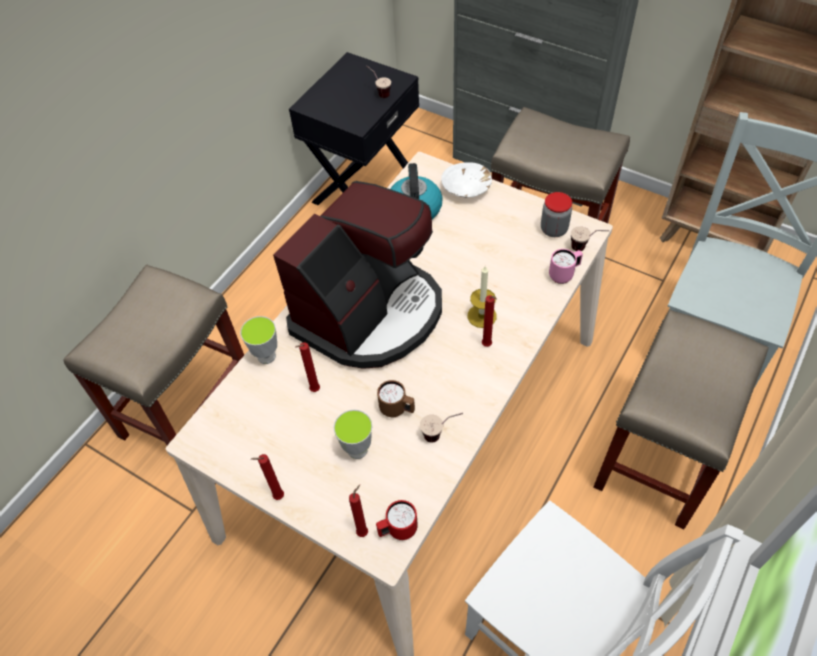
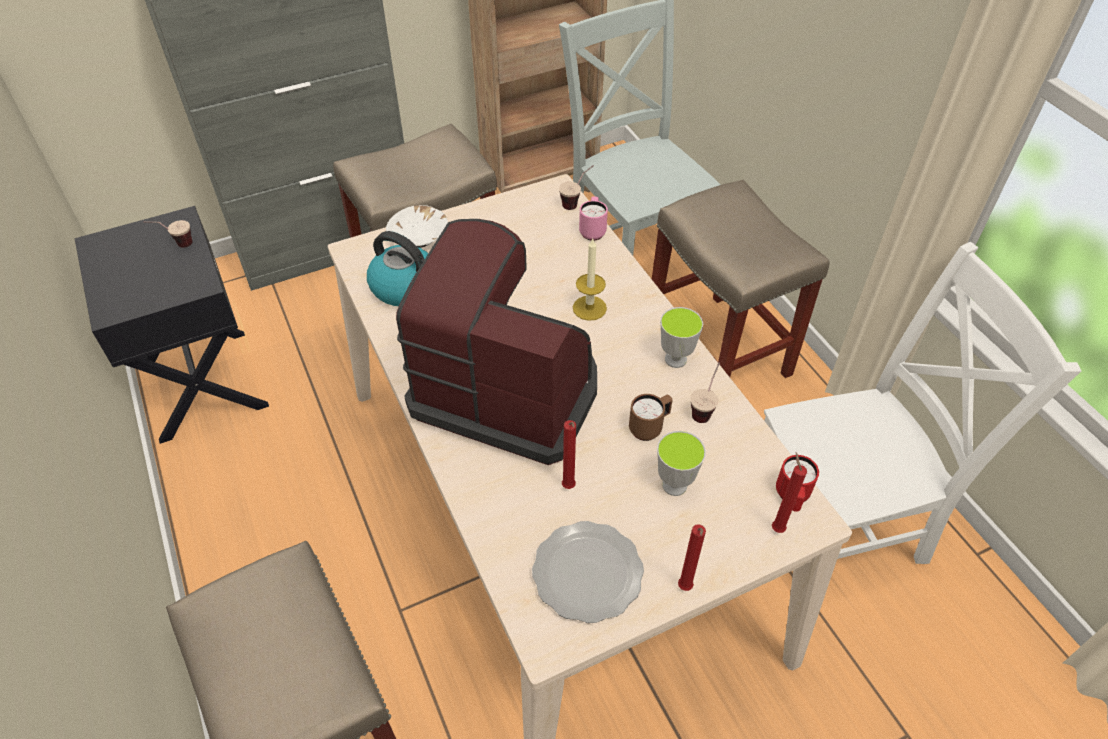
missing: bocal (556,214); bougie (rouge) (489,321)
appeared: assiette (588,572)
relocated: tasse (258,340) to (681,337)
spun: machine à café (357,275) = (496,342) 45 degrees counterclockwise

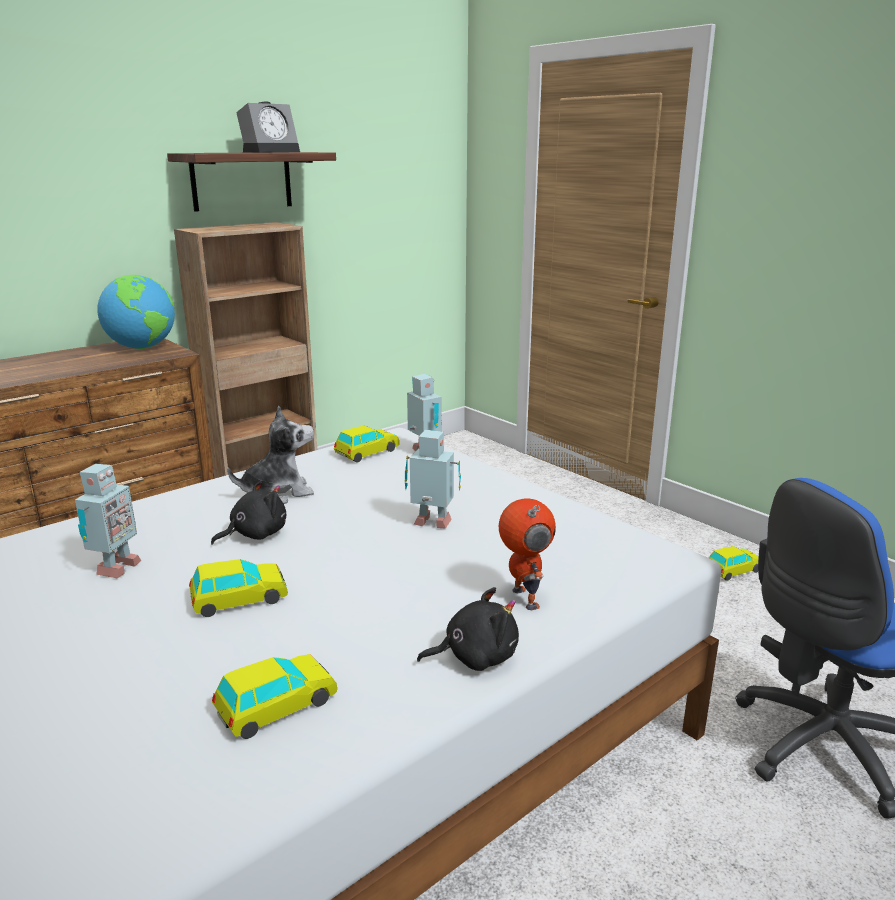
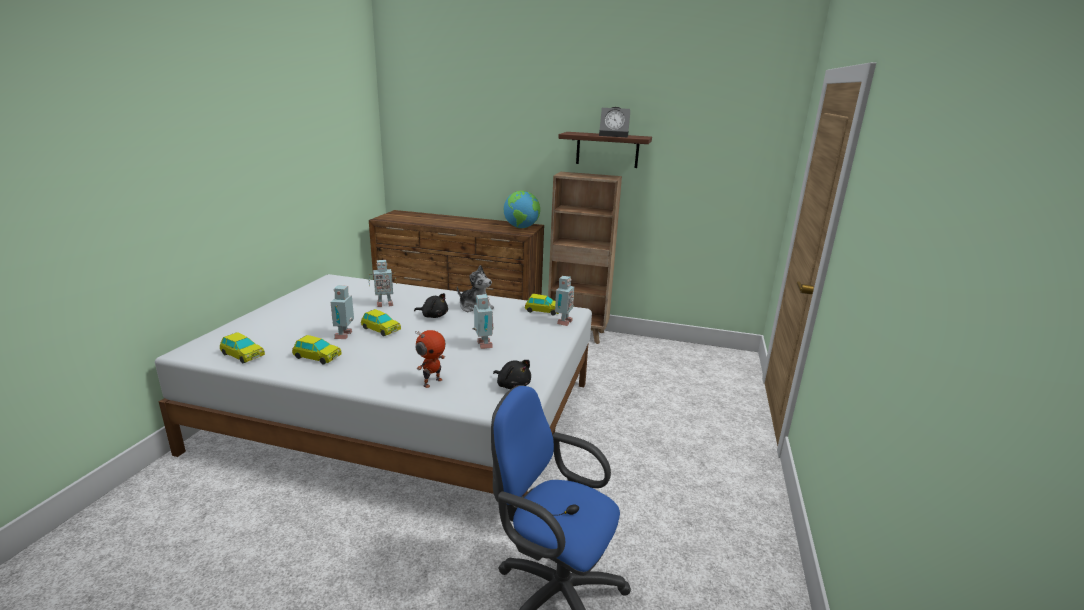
appeared: robot jouet (342,312)
relocated: petite voiture (733,563) to (242,347); peluche (noir) (468,629) to (512,374)

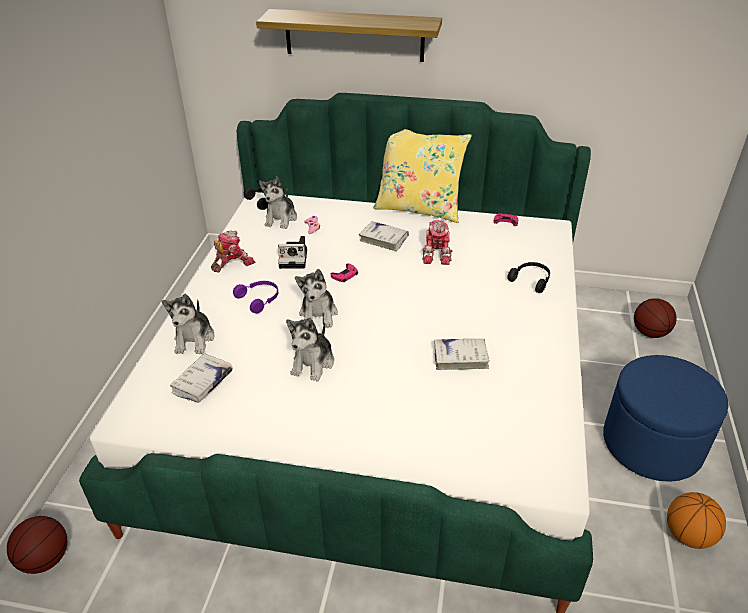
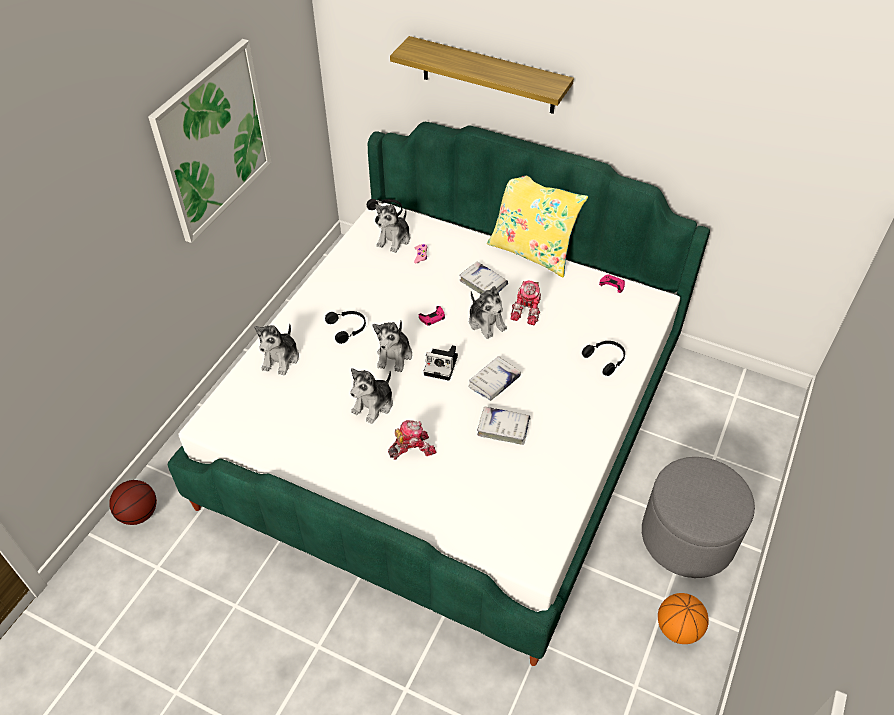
missing: ballon de basket (655,318)
appeared: tableau (210,141); peluche (488,312)
relocated: robot jouet (233,251) to (412,440); appareil photo (292,252) to (441,363); livre (blanc) (201,378) to (494,379)
colour: casque audio (violet) (255,297) to casque audio (noir) (345,327); pouf (bleu) (666,418) to pouf (gris) (698,517)

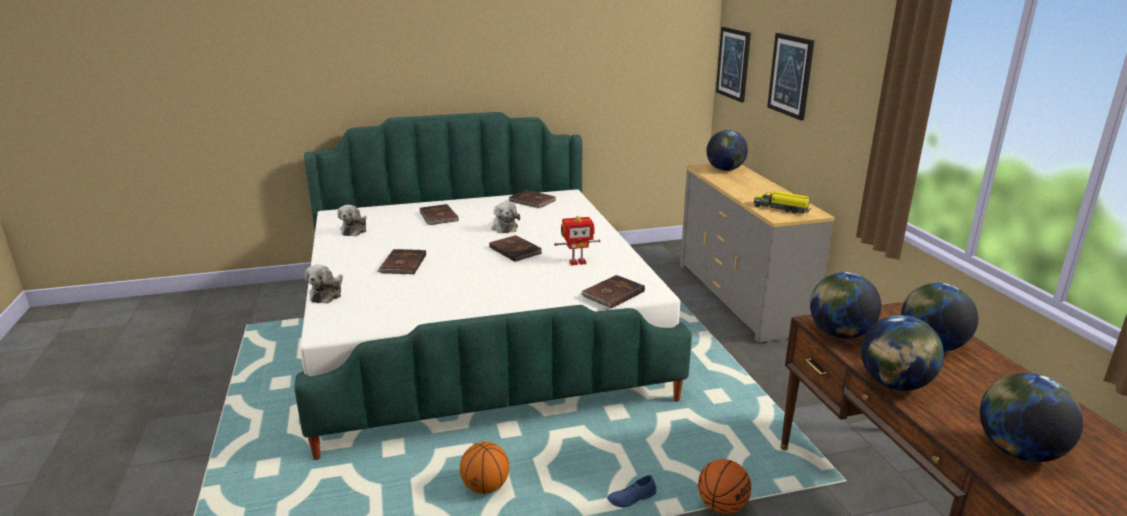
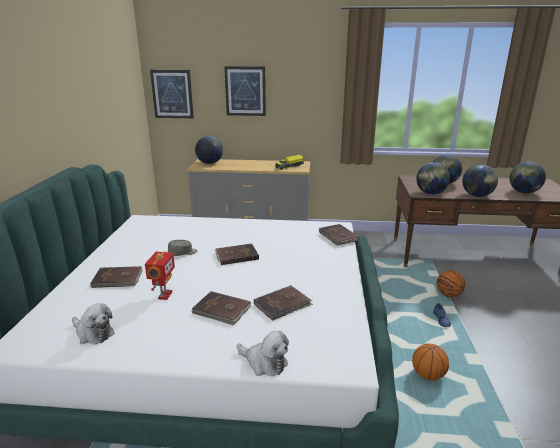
relocated: livre (marron) (532,199) to (283,303); robot jouet (577,240) to (160,275)
exchanged: peluche (505,217) to casquette (gris) (182,248)

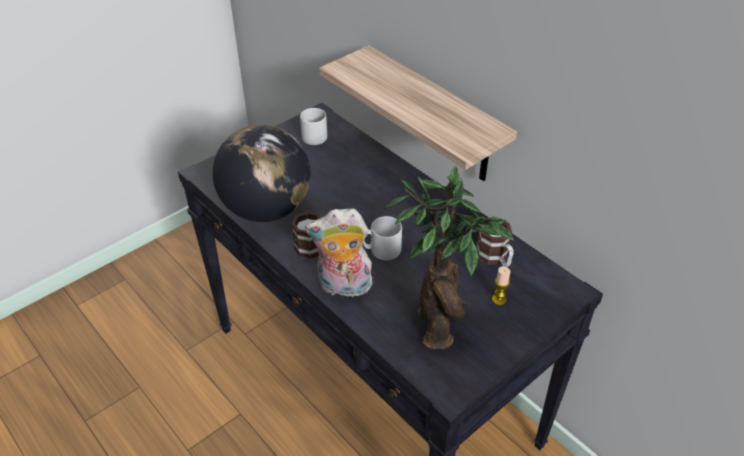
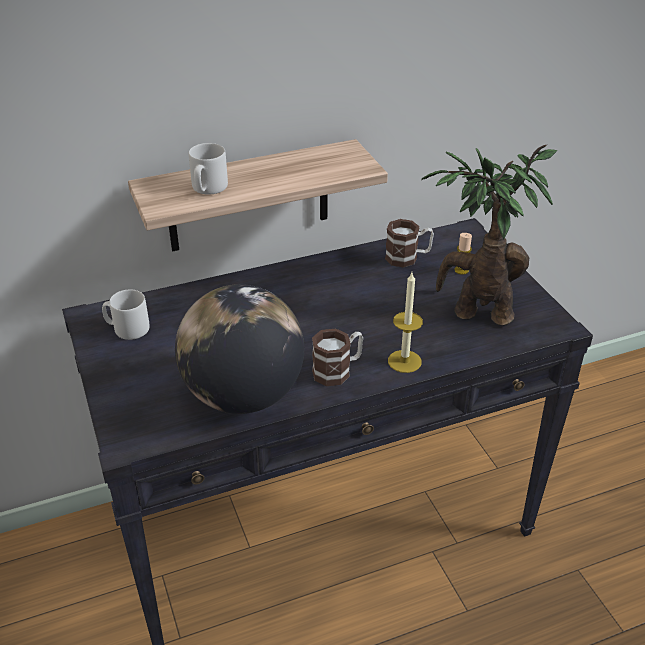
relocated: mug (gris) (382,238) to (208,169)
exchanged: peluche (339,252) to bougie (405,323)

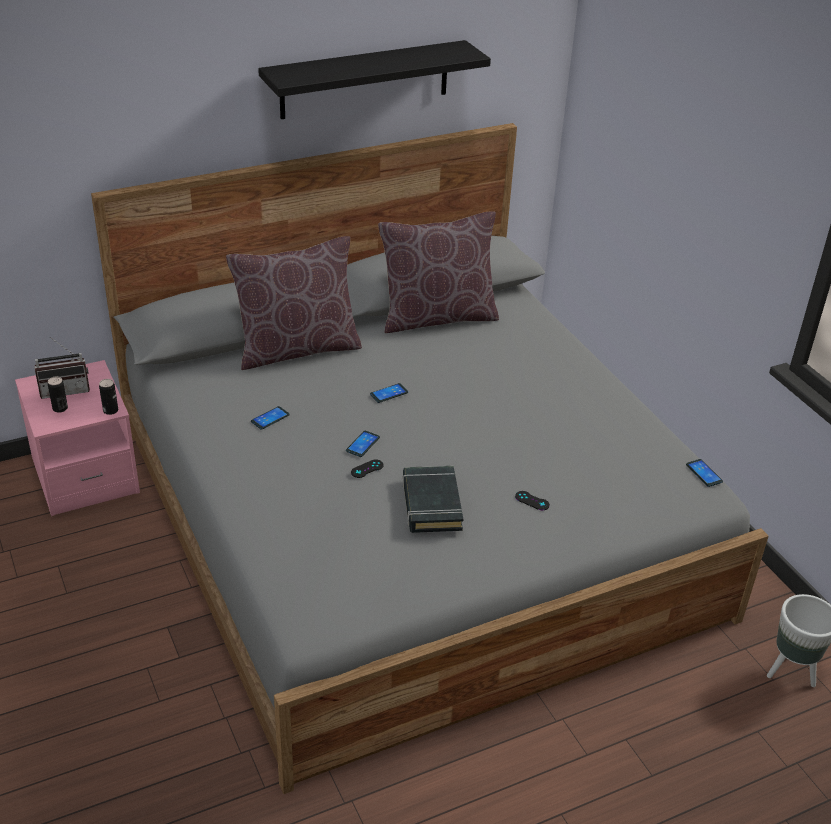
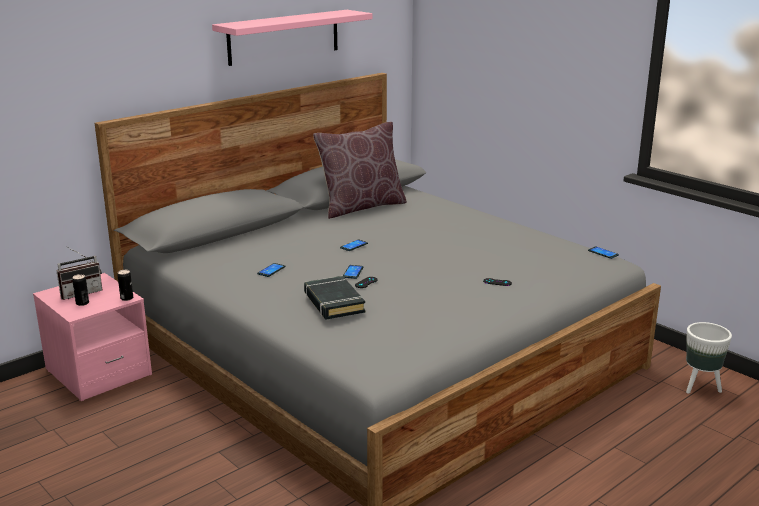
missing: coussin (marron) (294,303)
relocated: livre (noir) (433,499) to (334,297)
colour: étagère (noir) (374,79) to étagère (rose) (292,38)

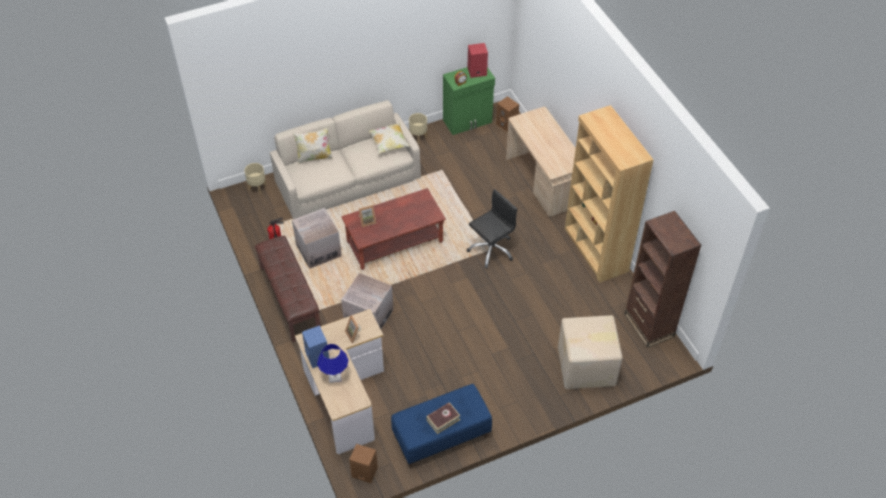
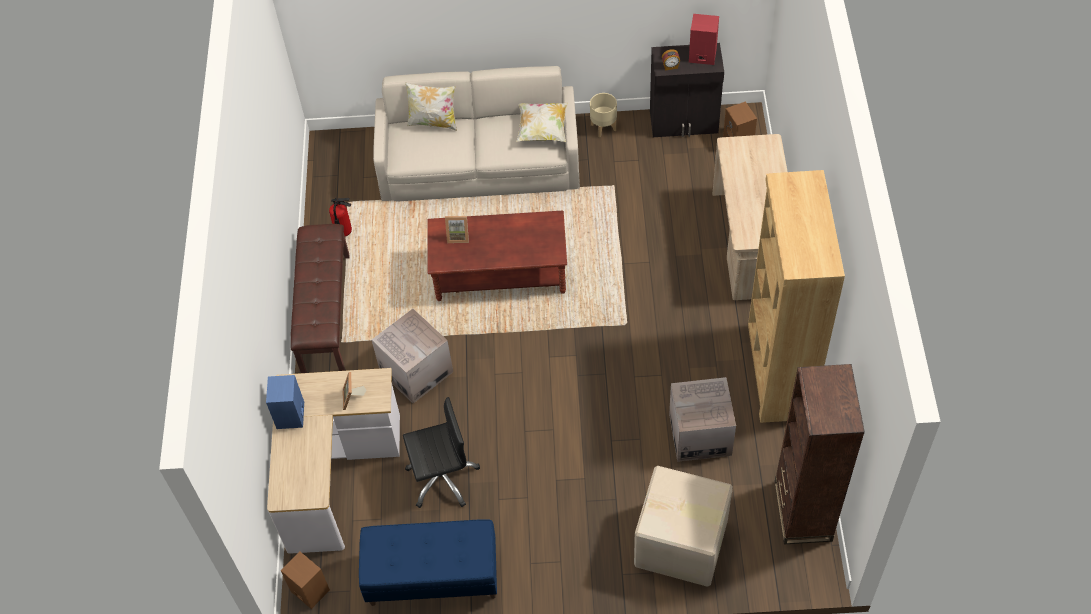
missing: cache-pot (beige) (255,178); lampe de table (bleu) (332,363); livre (443,418)
relocated: chaise de bureau (noir) (492,228) to (441,452); carton (317,238) to (702,419)
colour: meuble de rangement (vert) (469,101) to meuble de rangement (noir) (687,90)

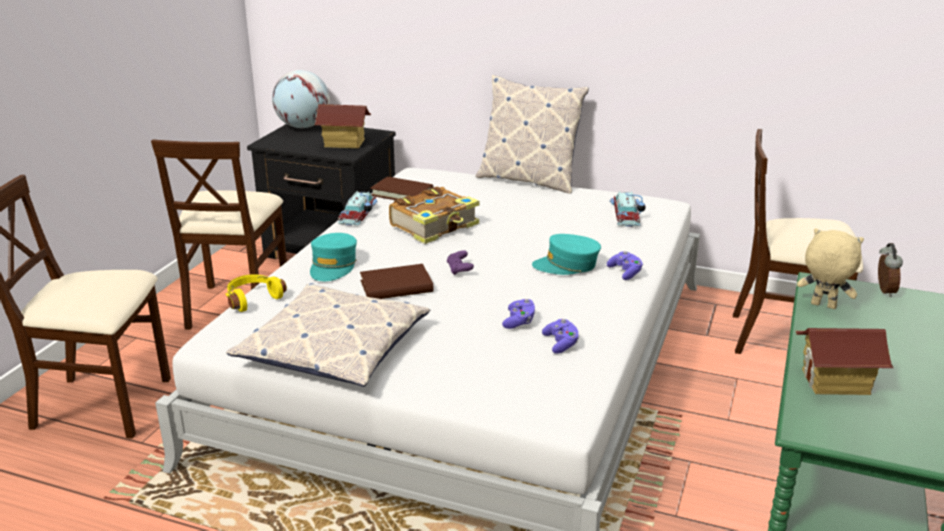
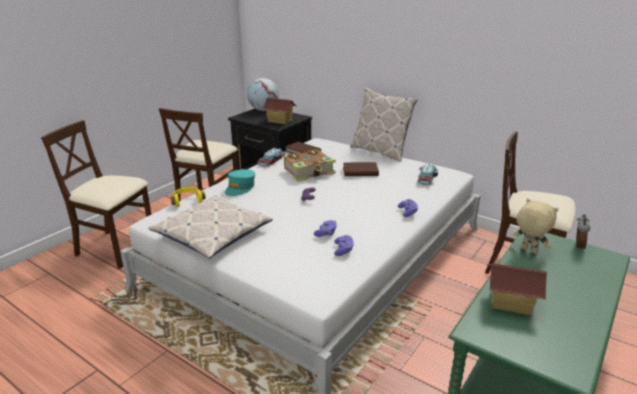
missing: casquette (turquoise) (566,254)
relocated: livre (marron) (396,281) to (361,169)

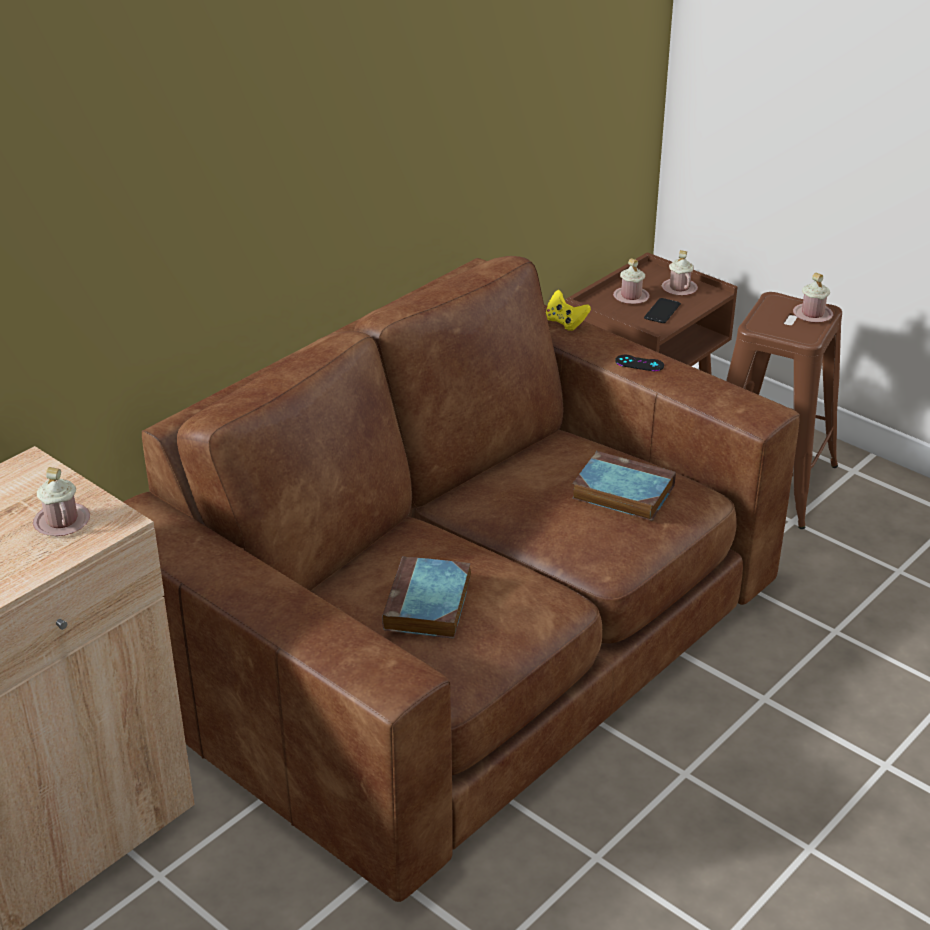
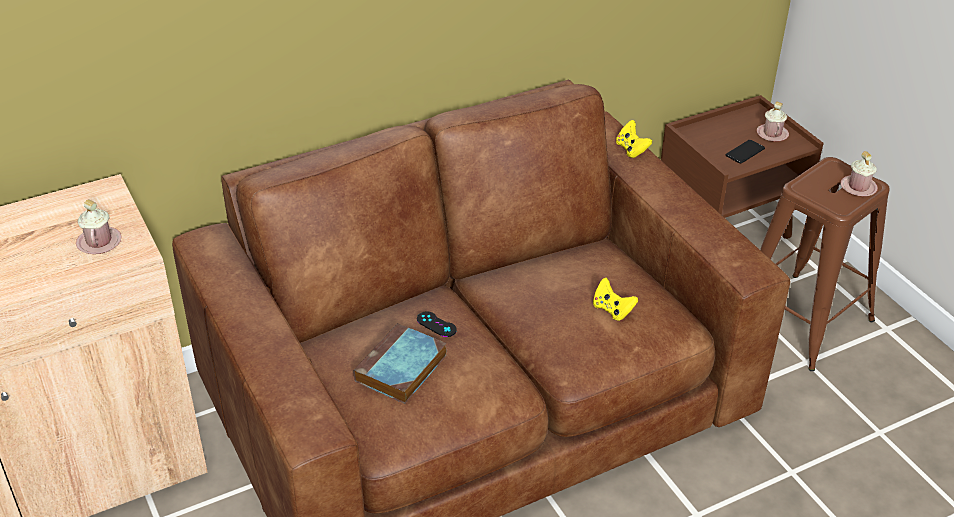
missing: mug (rose) (631,281)
relocated: manette (noir) (639,363) to (437,324)
exchanged: livre (624,486) to manette (jaune) (615,299)

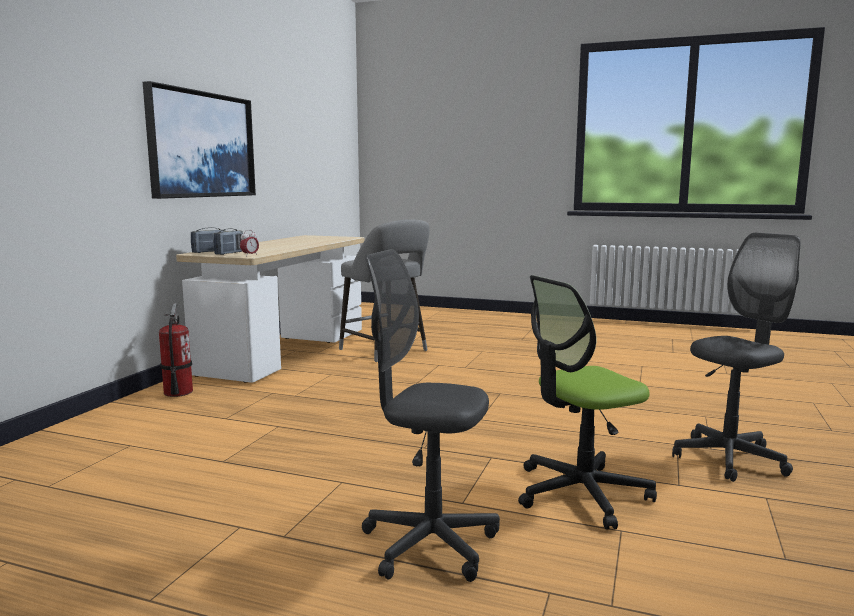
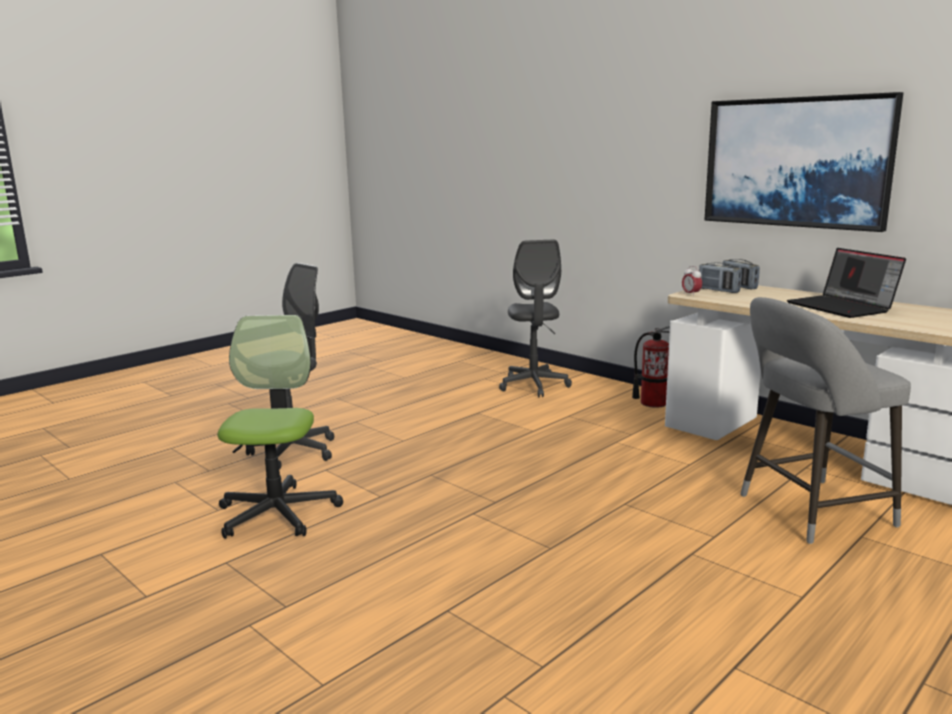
appeared: ordinateur portable (846,283)
relocated: chaise de bureau (gris) (736,357) to (535,318)

